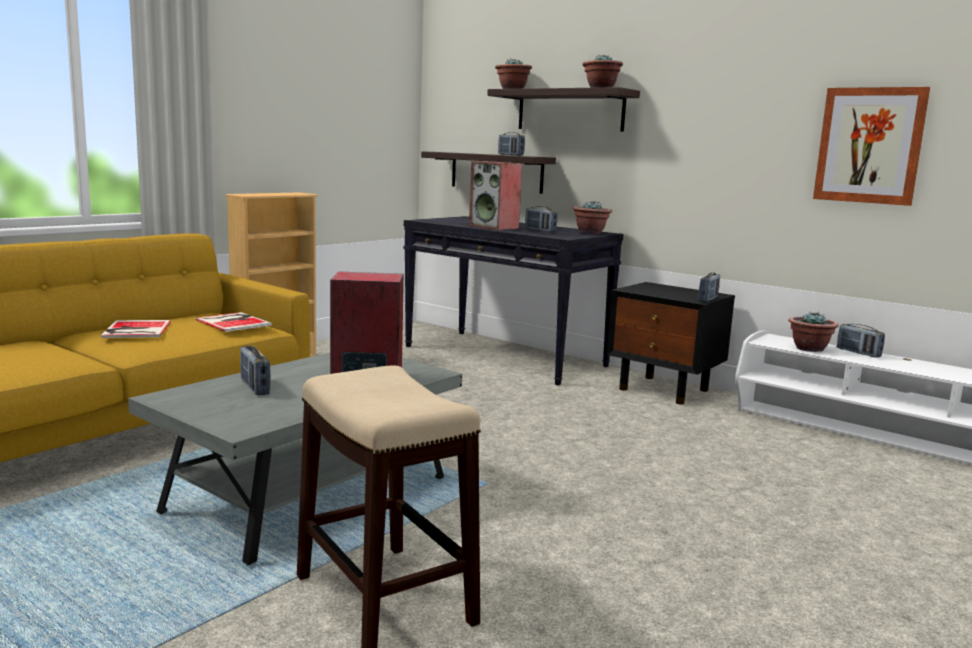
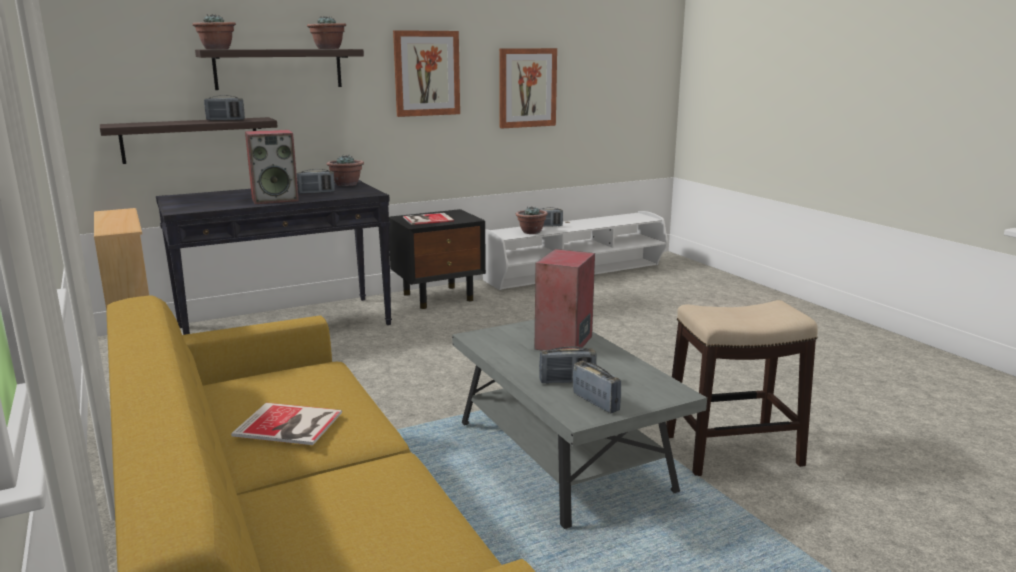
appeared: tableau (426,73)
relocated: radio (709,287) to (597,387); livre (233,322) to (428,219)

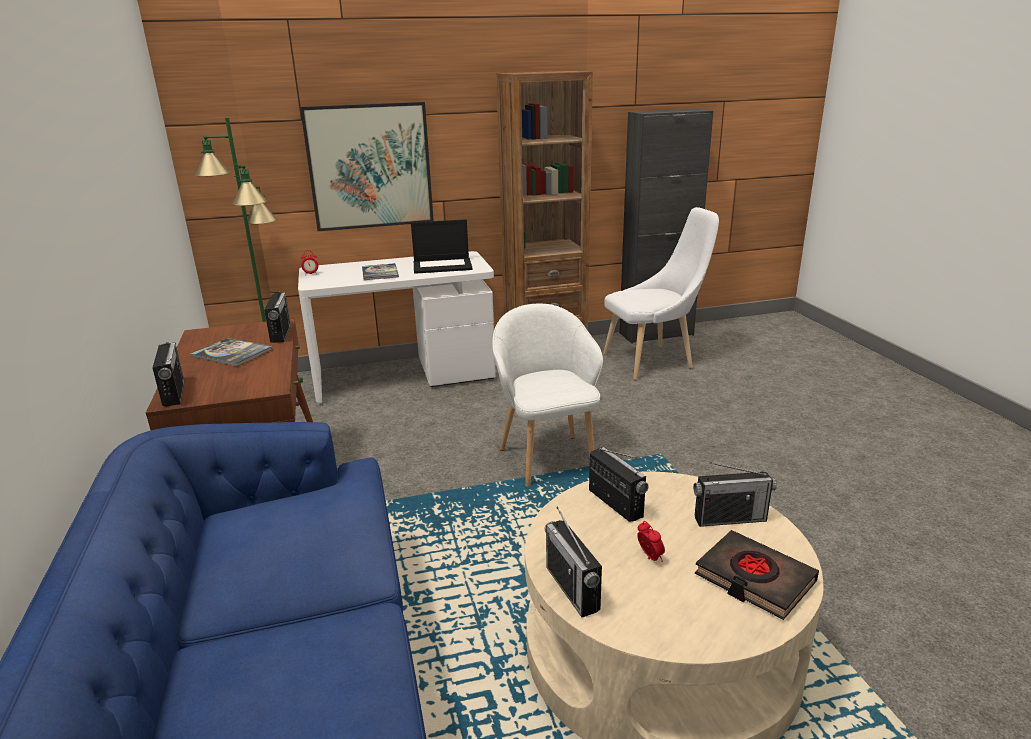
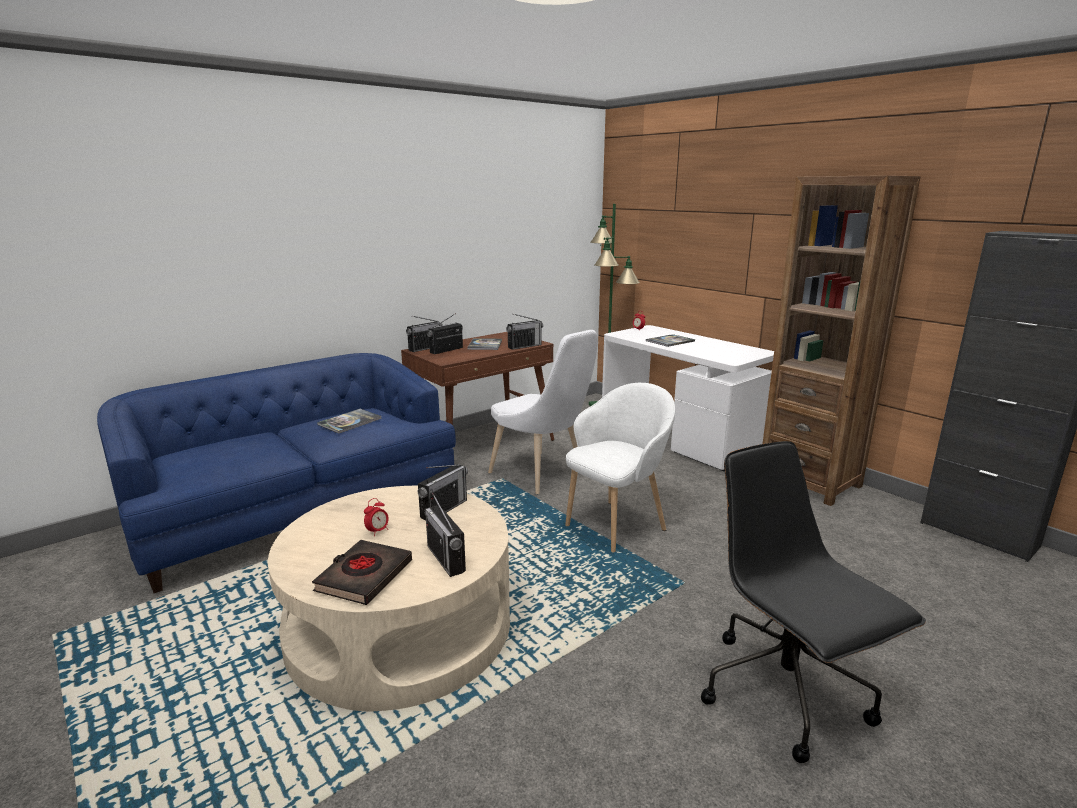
missing: tableau (367,166); ordinateur portable (442,246)
appeared: livre (349,421); chaise de bureau (noir) (813,602)
relocated: chaise (blanc) (661,293) to (543,412); radio (573,562) to (445,333)

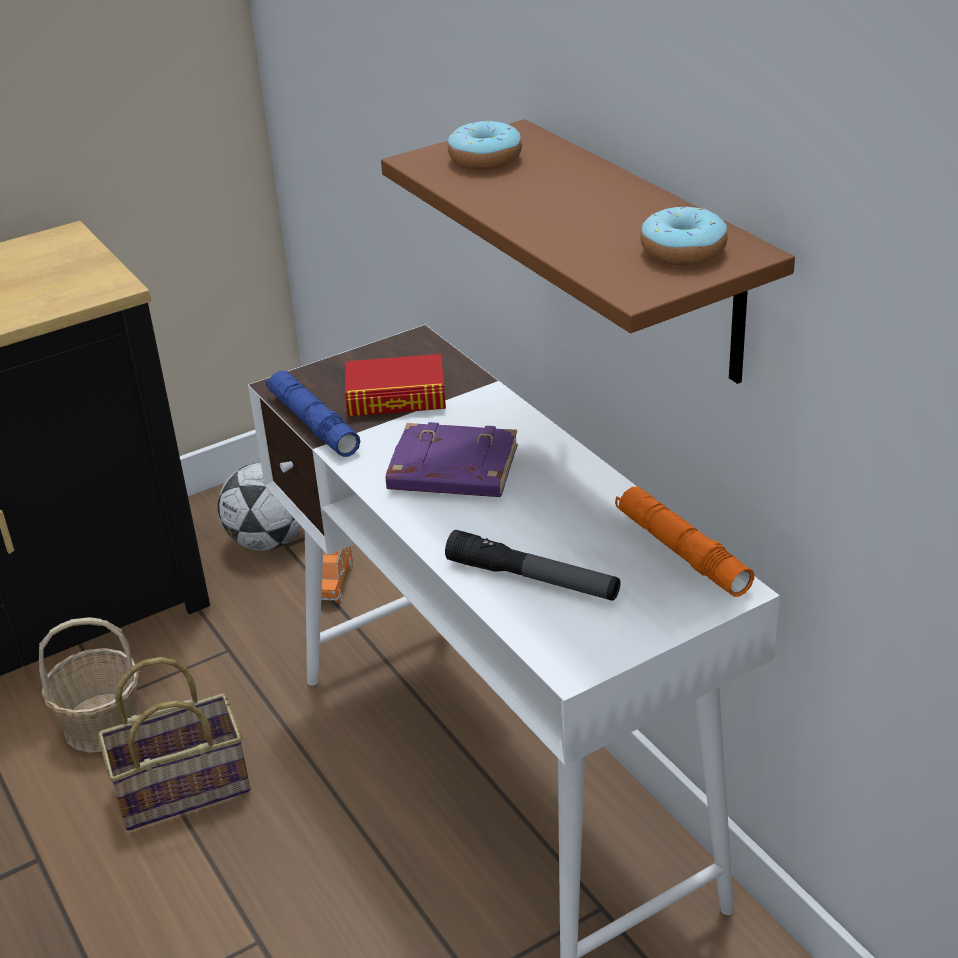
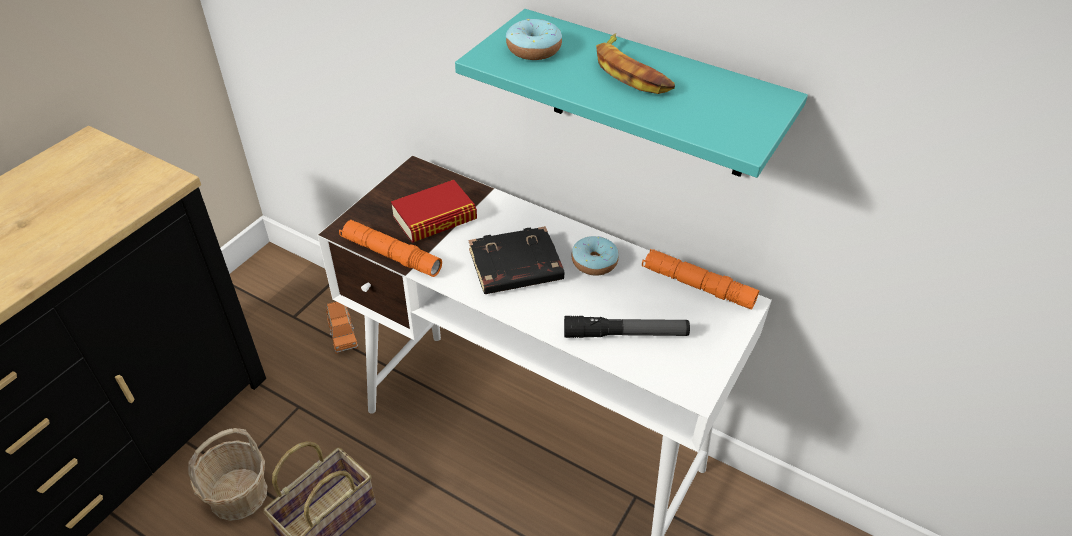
missing: ballon de foot (259,507)
appeared: banane (635,63)
relocated: beignet (684,236) to (595,256)
colour: étagère (marron) (588,251) to étagère (turquoise) (631,93); lampe de poche (bleu) (313,414) to lampe de poche (orange) (390,248); livre (violet) (451,459) to livre (noir) (516,260)

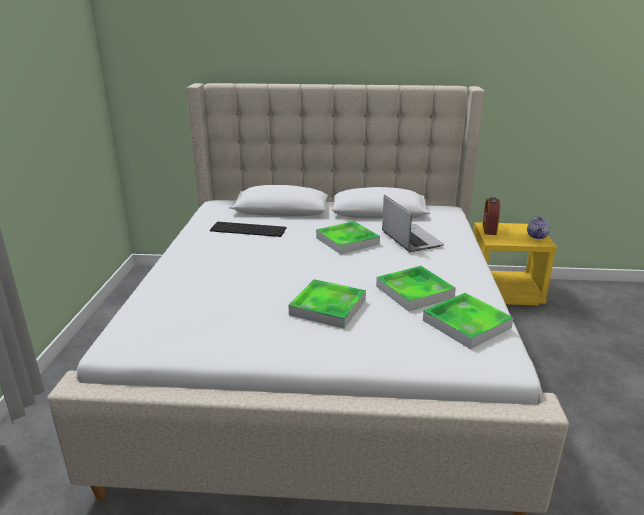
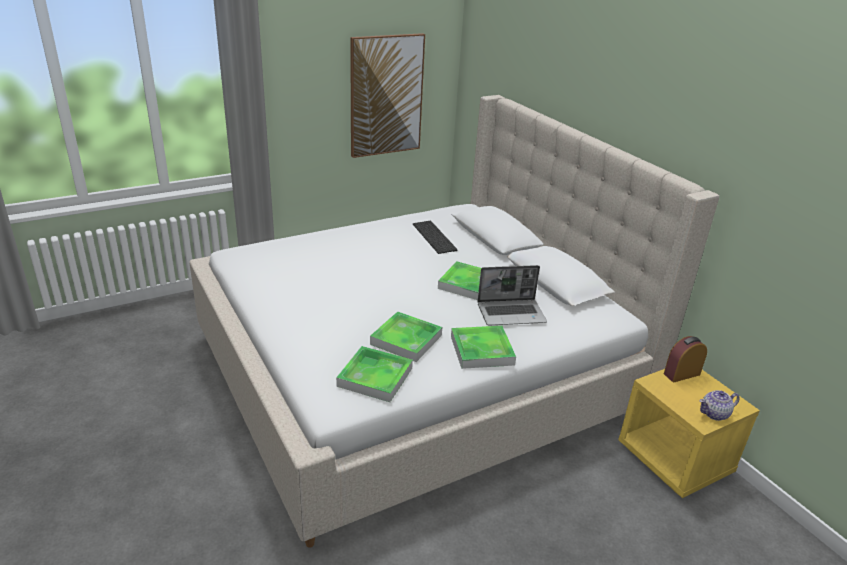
appeared: tableau (387,95)
relocated: plateau (327,304) to (483,347)
spun: ordinateur portable (413,223) = (512,295) 45 degrees clockwise

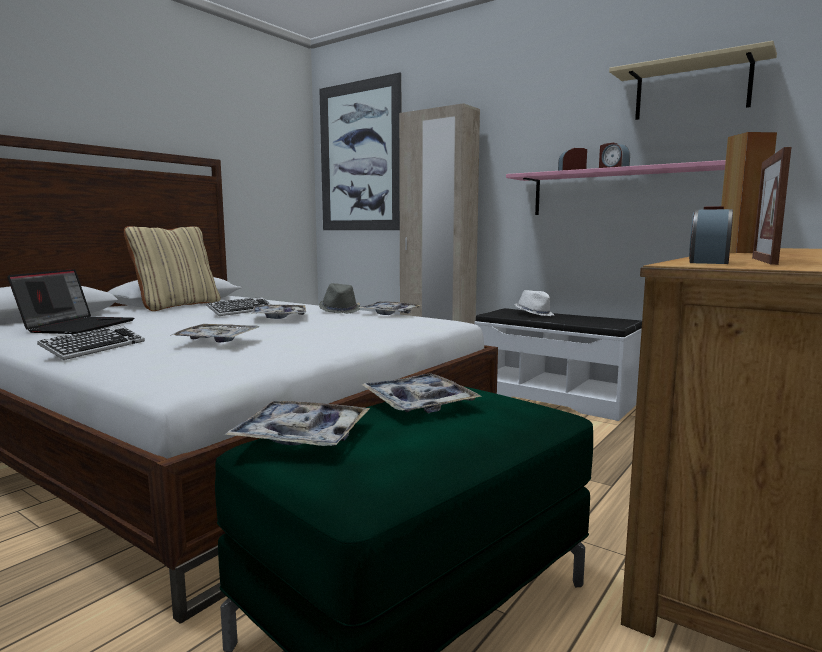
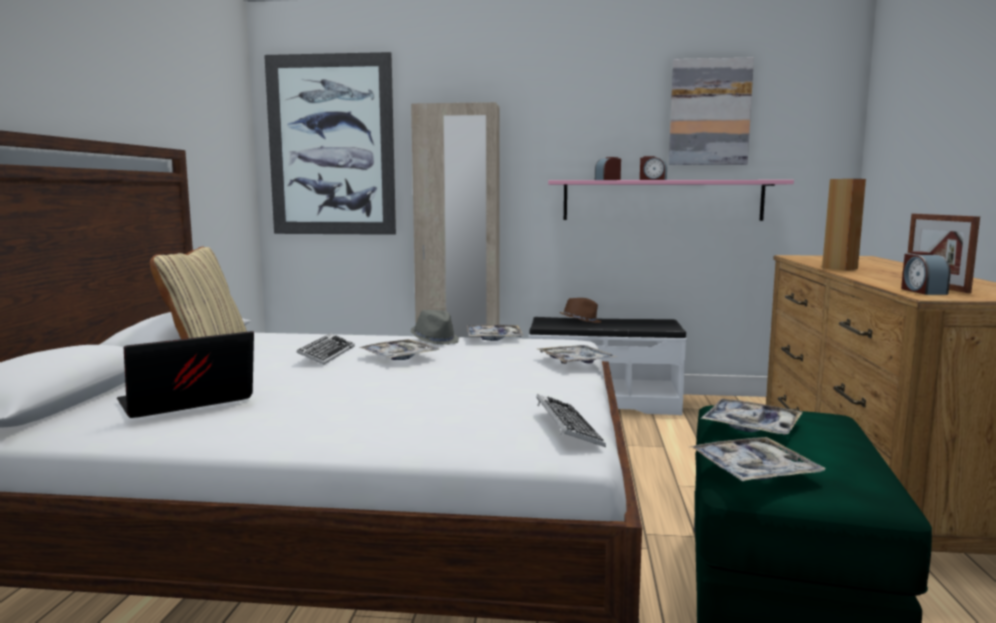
relocated: plateau (215,333) to (577,354); clavier (91,342) to (571,420)
exchanged: étagère (beige) (693,80) to tableau (711,111)
colour: chapeau (blanc) (534,303) to chapeau (marron) (580,310)
spun: ordinateur portable (70,301) = (185,374) 105 degrees counterclockwise

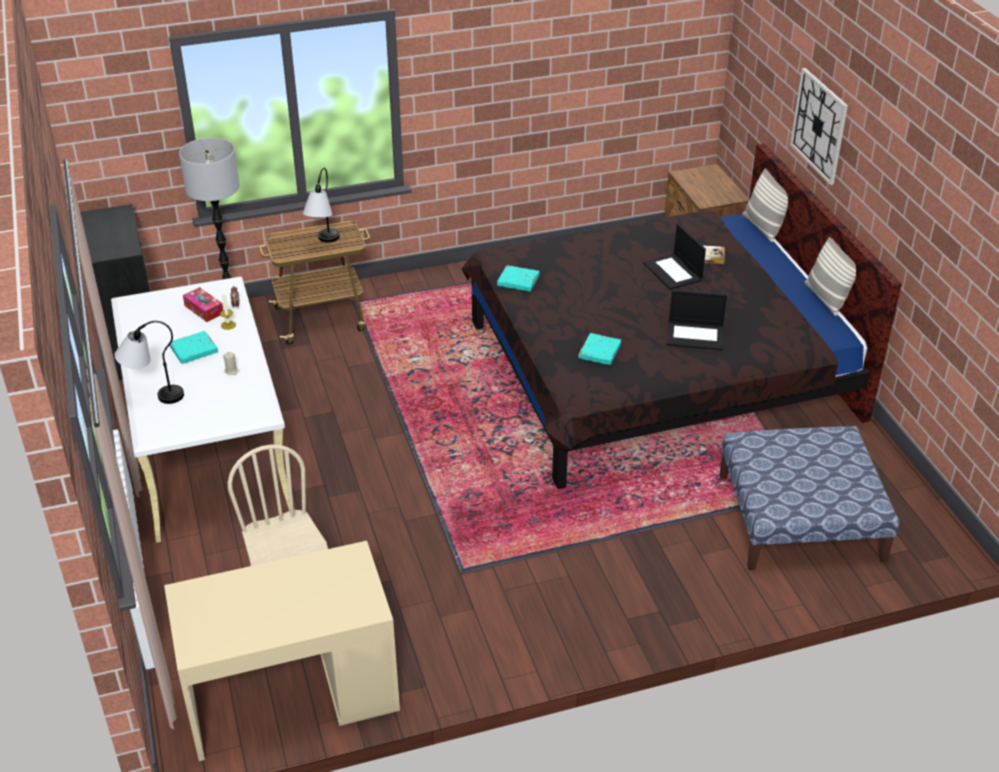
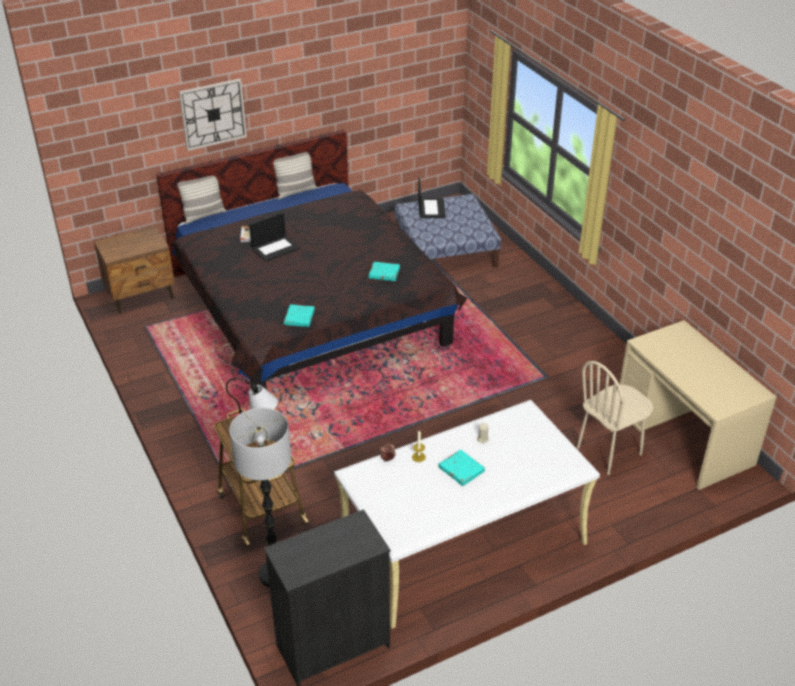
missing: boîte à mouchoirs (203,304); lampe de table (149,362)
relocated: ordinateur portable (697,320) to (432,198)

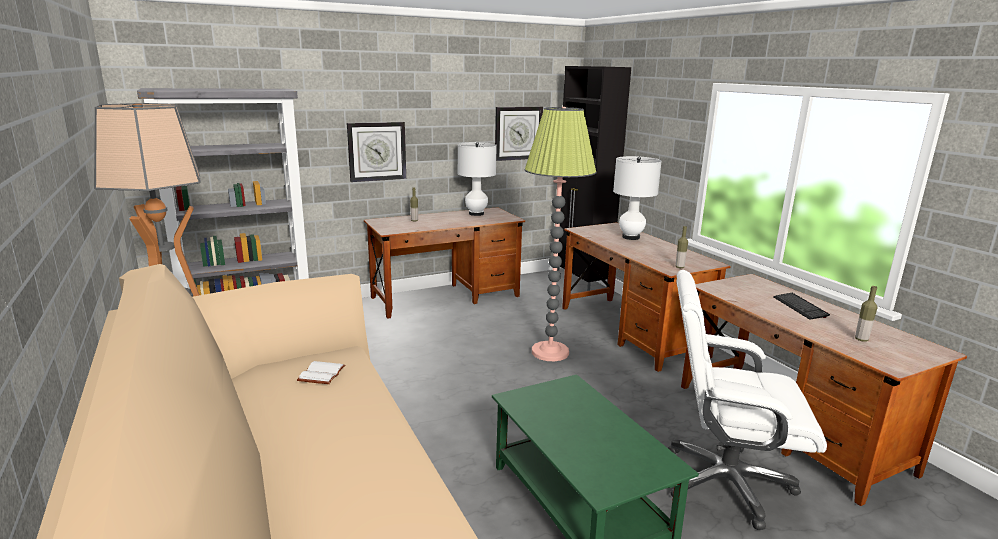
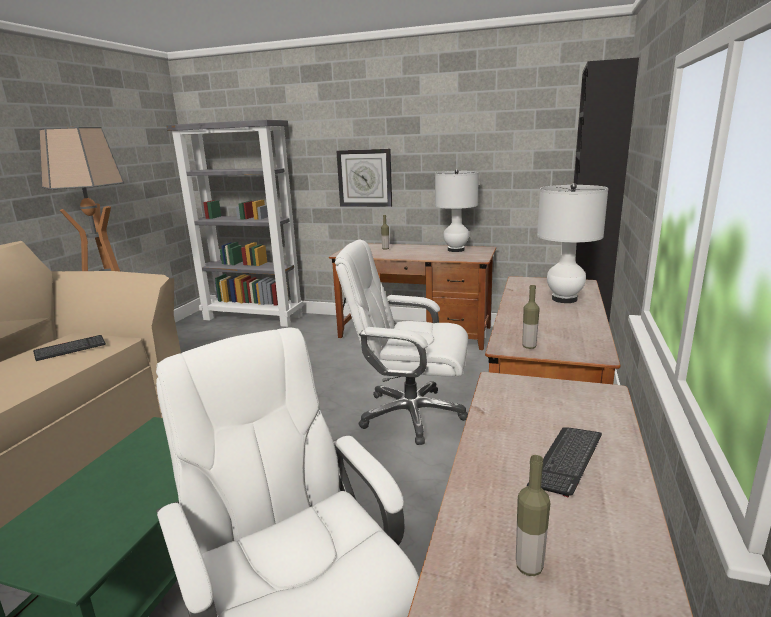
missing: horloge murale (519,134)
exchanged: lampadaire (560,234) to chaise de bureau (blanc) (401,342); livre (blanc) (321,372) to clavier (69,348)

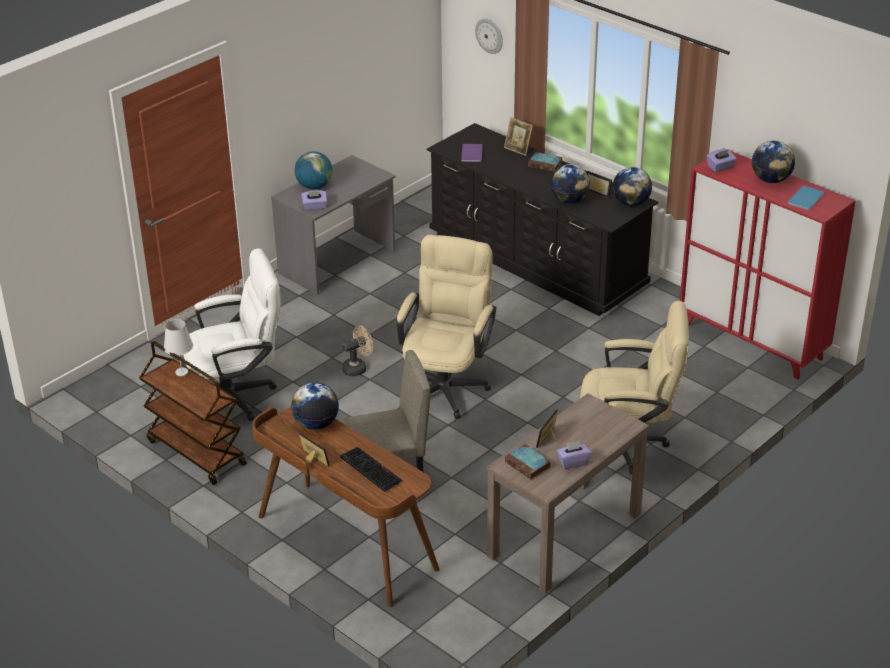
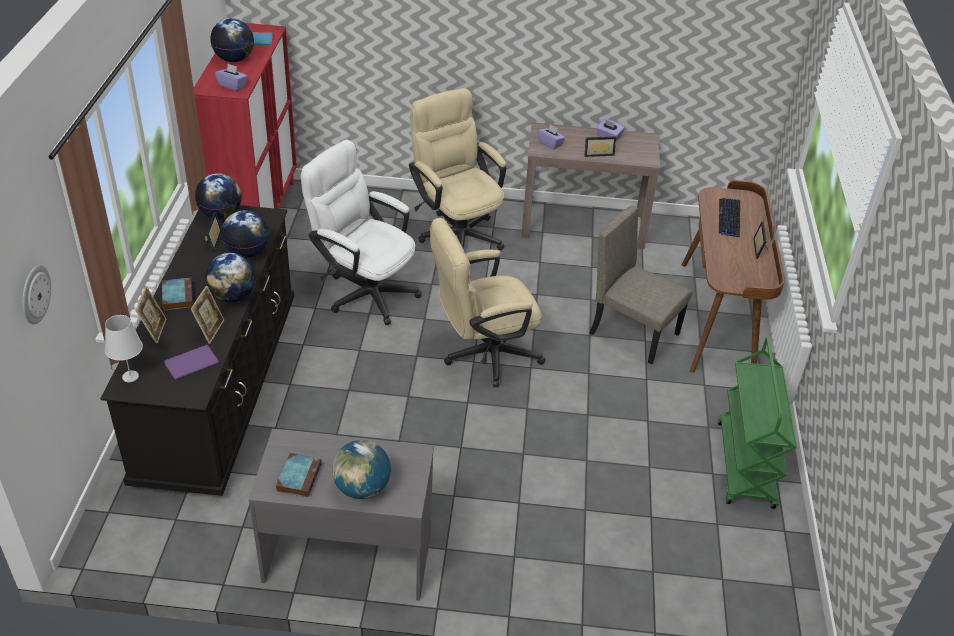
missing: ventilateur (beige) (357,351)
appeared: cadre photo (207,315)
relocated: boîte à mouchoirs (violet) (314,200) to (551,137); chaise de bureau (blanc) (232,334) to (361,232); lampe de table (blanc) (178,347) to (124,348); globe (315,406) to (230,277); livre (528,461) to (299,475)
colour: chariot (marron) (193,413) to chariot (vert) (757,423)

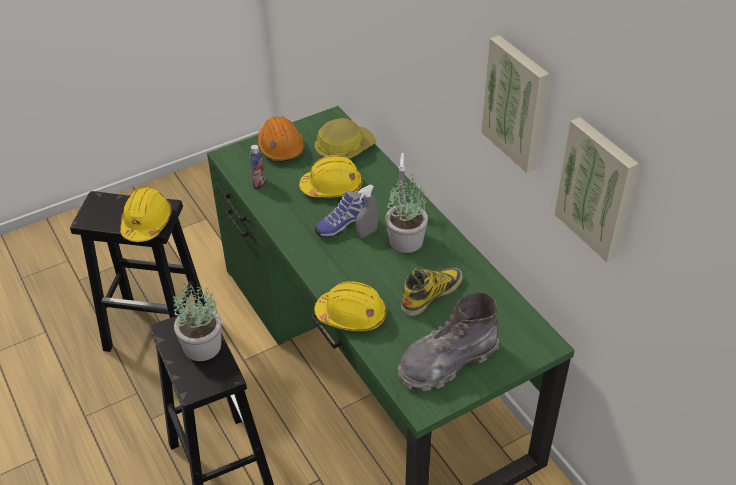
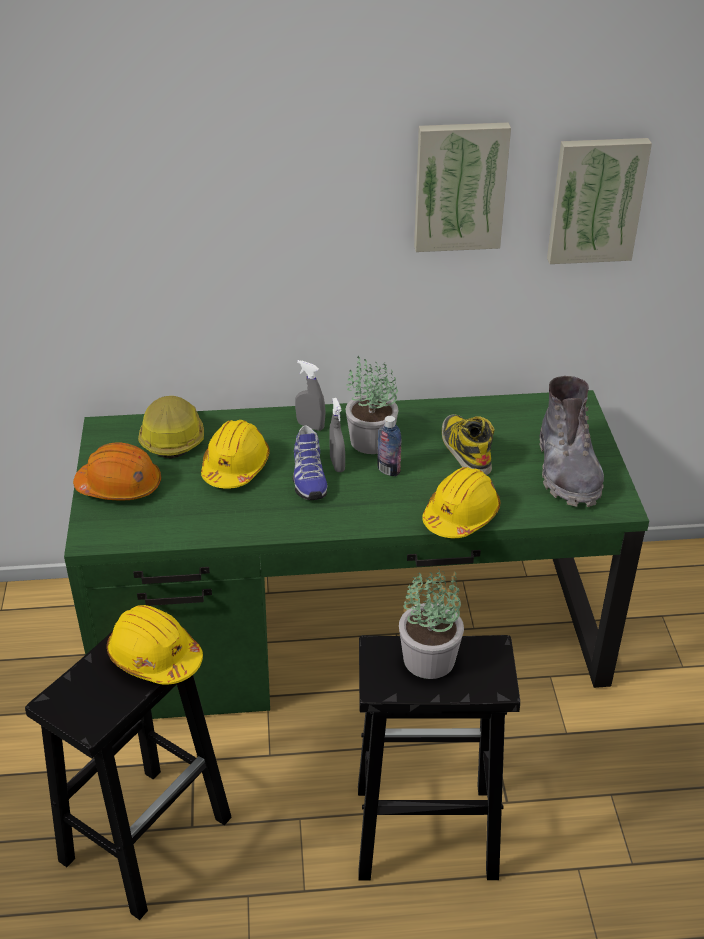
relocated: bouteille (257,167) to (389,446)

